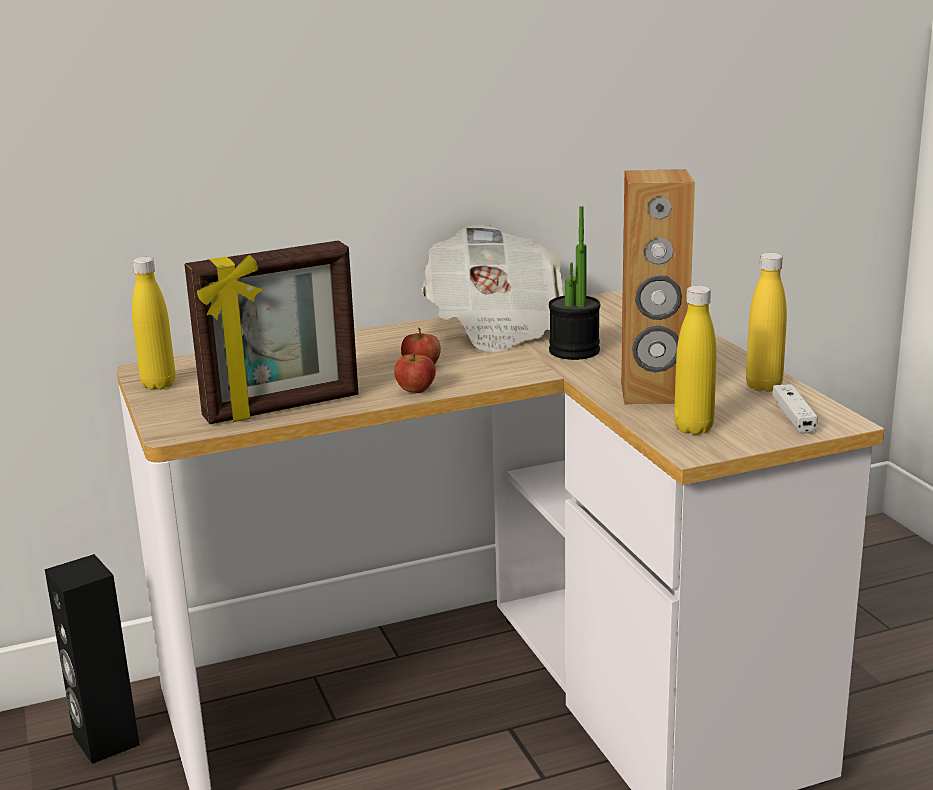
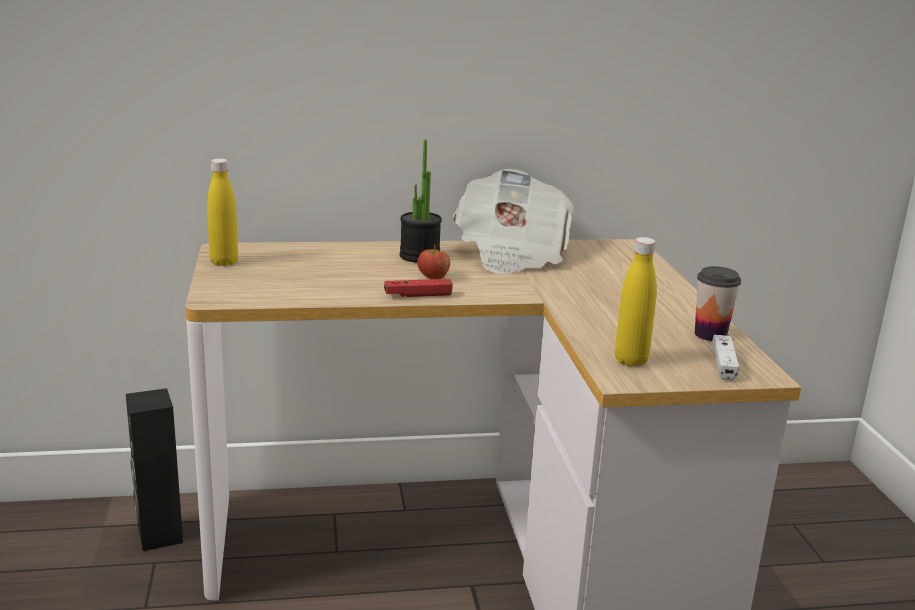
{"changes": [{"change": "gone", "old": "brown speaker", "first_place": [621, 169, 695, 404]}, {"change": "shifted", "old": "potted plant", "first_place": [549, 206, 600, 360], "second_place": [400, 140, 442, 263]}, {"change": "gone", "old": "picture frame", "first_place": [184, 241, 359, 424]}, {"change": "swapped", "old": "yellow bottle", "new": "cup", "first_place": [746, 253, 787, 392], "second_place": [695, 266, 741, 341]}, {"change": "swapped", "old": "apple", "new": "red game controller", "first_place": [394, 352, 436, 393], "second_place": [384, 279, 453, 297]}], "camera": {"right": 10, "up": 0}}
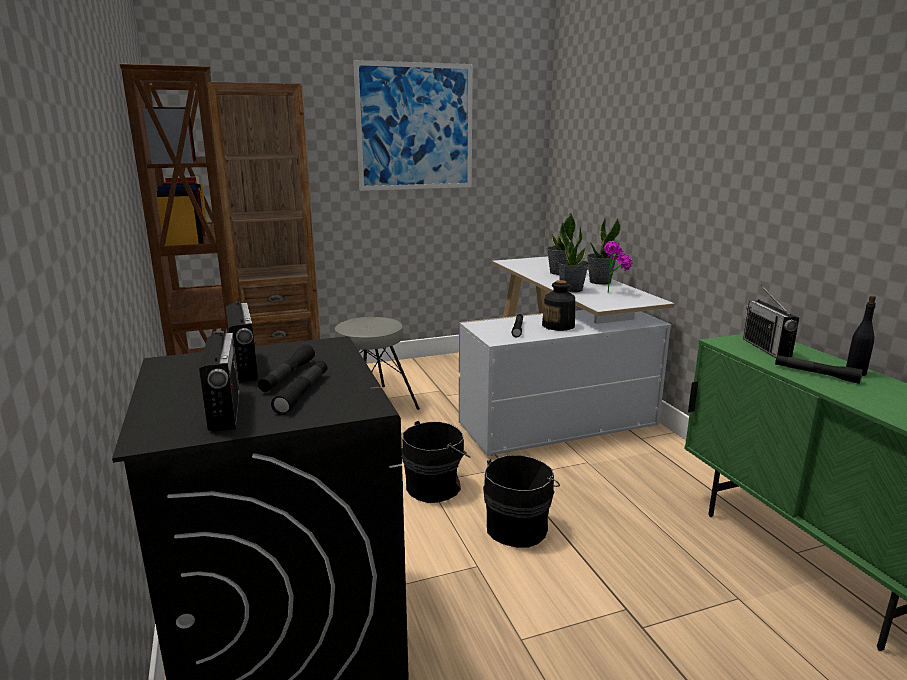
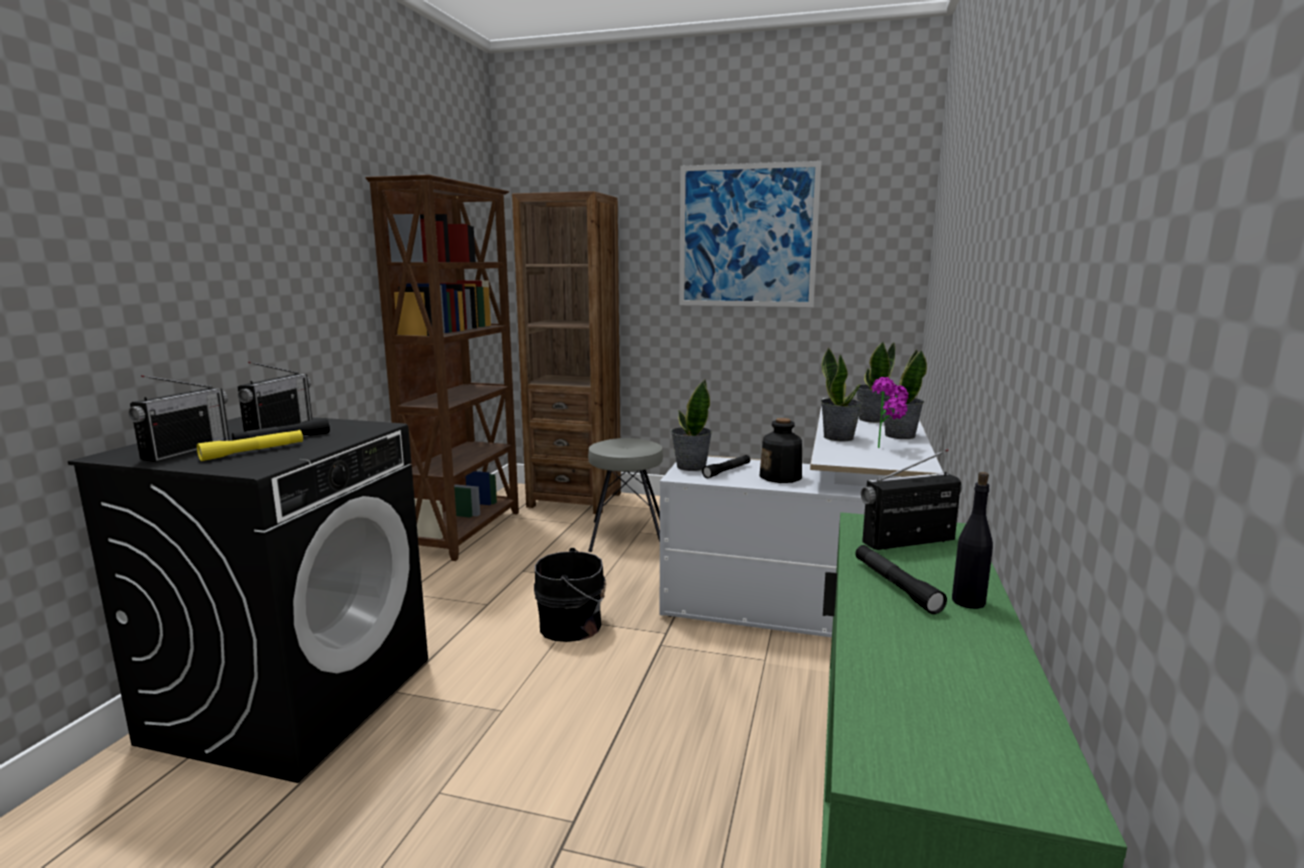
{"changes": [{"change": "rotated", "old": "radio", "first_place": [743, 285, 799, 358], "second_place": [861, 449, 962, 550], "degrees": 45}, {"change": "repainted", "old": "black flashlight", "new": "yellow flashlight", "first_place": [271, 361, 327, 415], "second_place": [197, 430, 303, 461]}, {"change": "gone", "old": "black bucket", "first_place": [483, 455, 560, 548]}, {"change": "new", "new": "potted plant", "second_place": [671, 379, 712, 471]}], "camera": {"right": 35, "up": -5}}
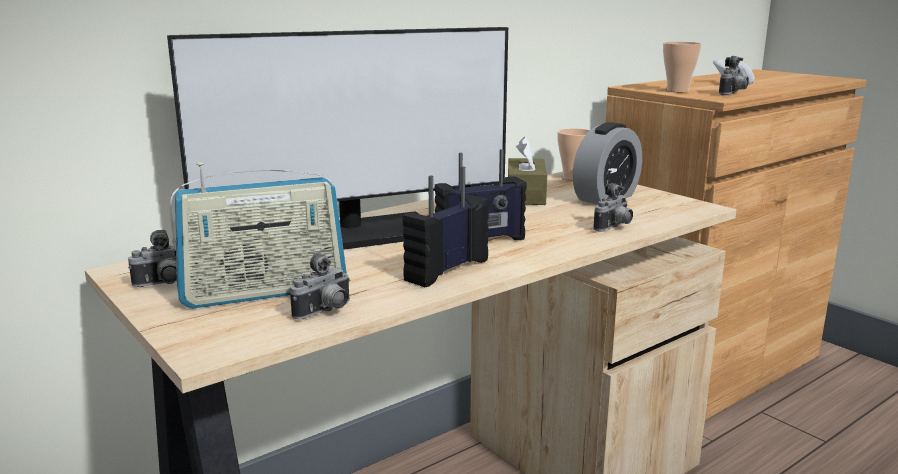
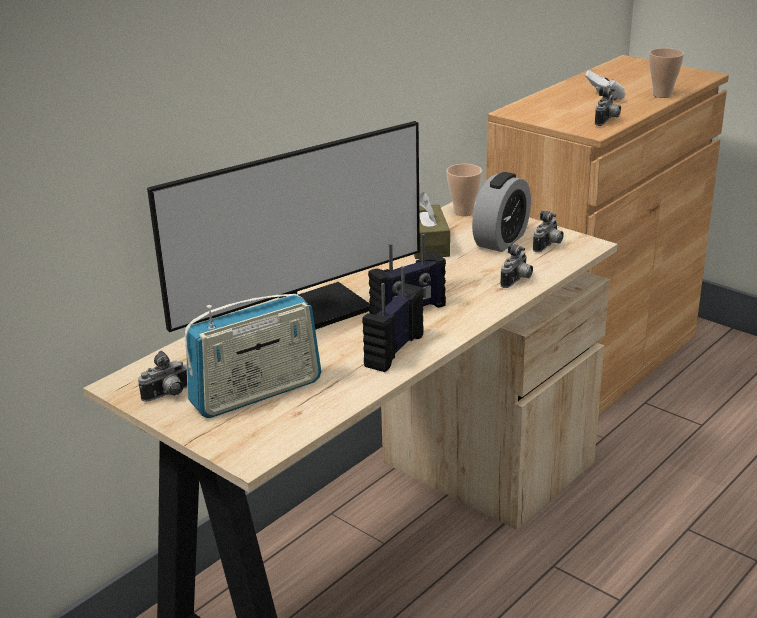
{"changes": [{"change": "shifted", "old": "cup", "first_place": [663, 42, 702, 92], "second_place": [649, 48, 684, 98]}, {"change": "shifted", "old": "photo camera", "first_place": [290, 253, 350, 319], "second_place": [533, 211, 564, 252]}], "camera": {"right": -10, "up": 10}}
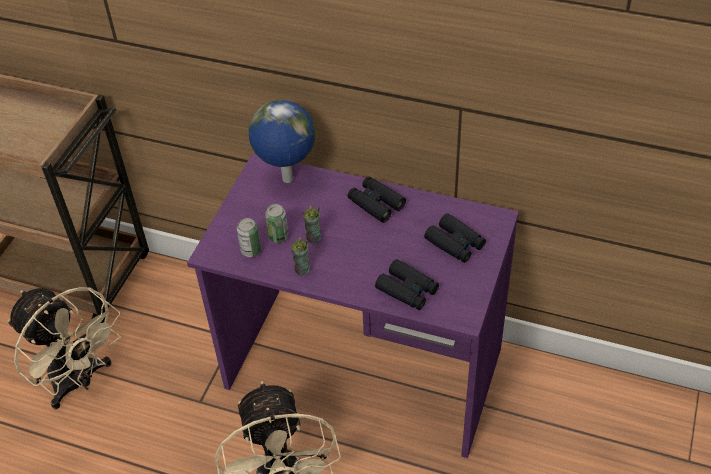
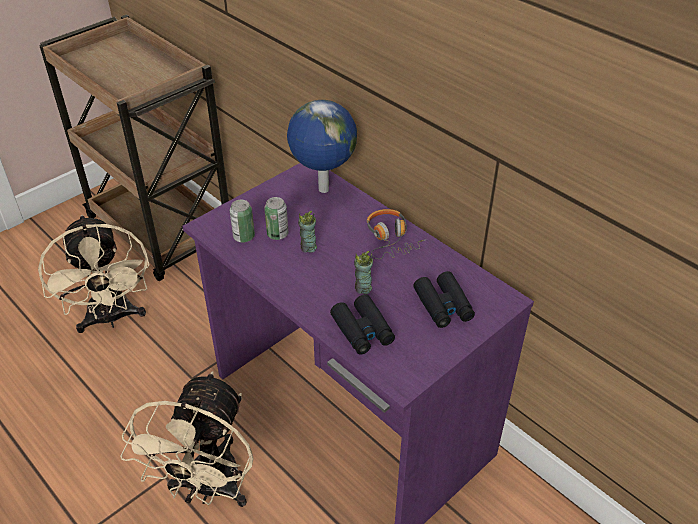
{"changes": [{"change": "swapped", "old": "black binoculars", "new": "headphones", "first_place": [348, 176, 406, 223], "second_place": [367, 209, 426, 259]}, {"change": "shifted", "old": "cup", "first_place": [291, 237, 310, 276], "second_place": [354, 251, 373, 294]}], "camera": {"right": 25, "up": -5}}
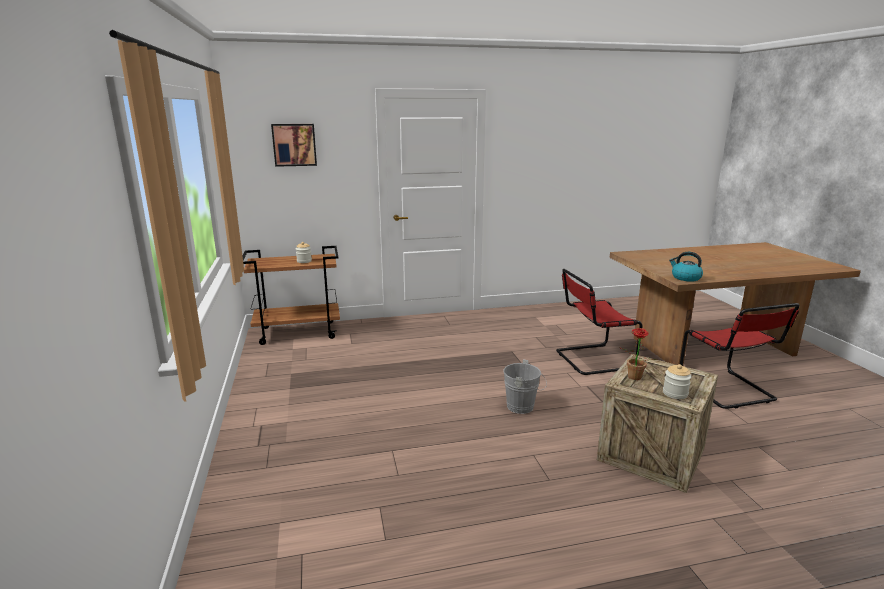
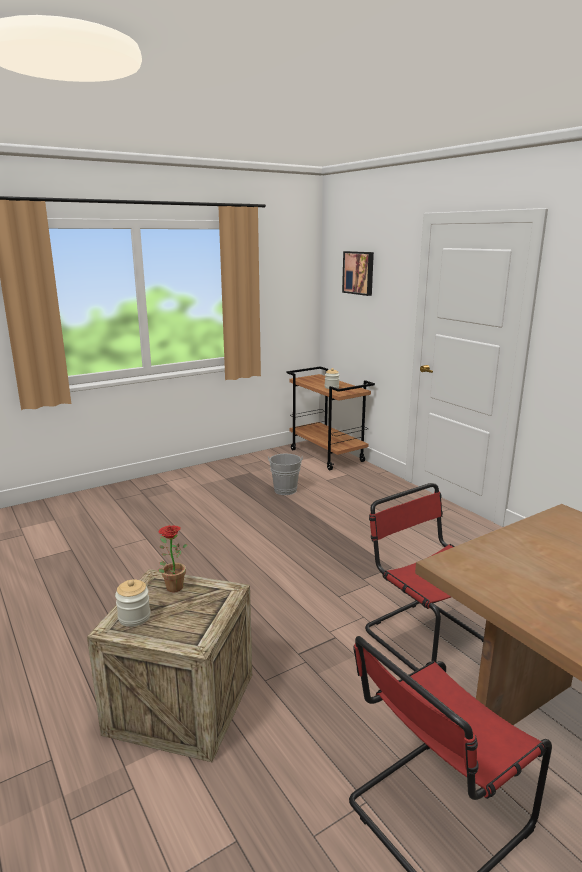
{"changes": [{"change": "gone", "old": "kettle", "first_place": [669, 252, 703, 282]}, {"change": "shifted", "old": "grey bucket", "first_place": [503, 359, 547, 414], "second_place": [268, 454, 303, 495]}], "camera": {"right": 70, "up": 0}}
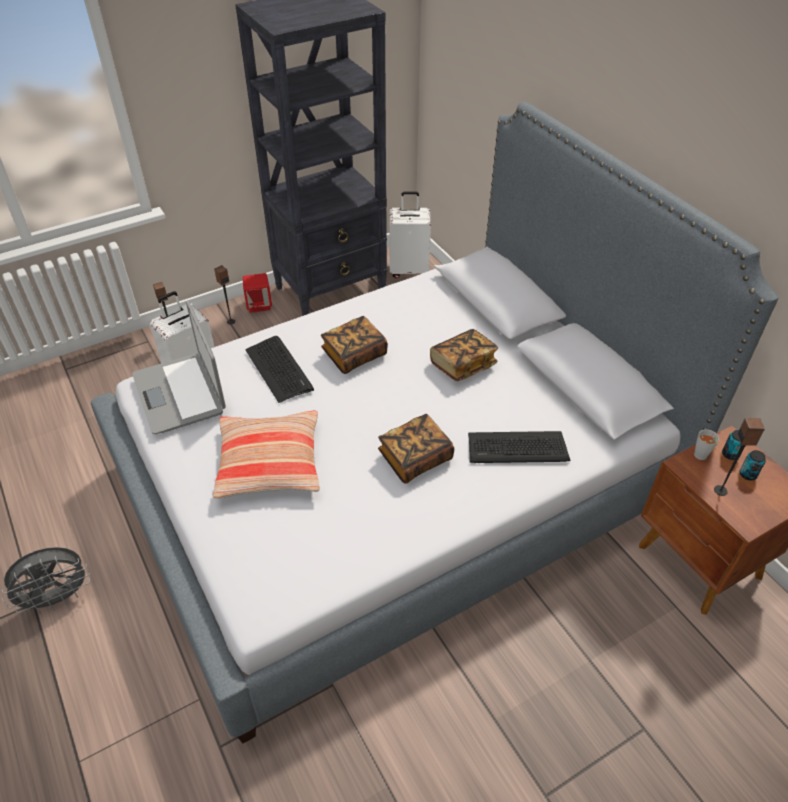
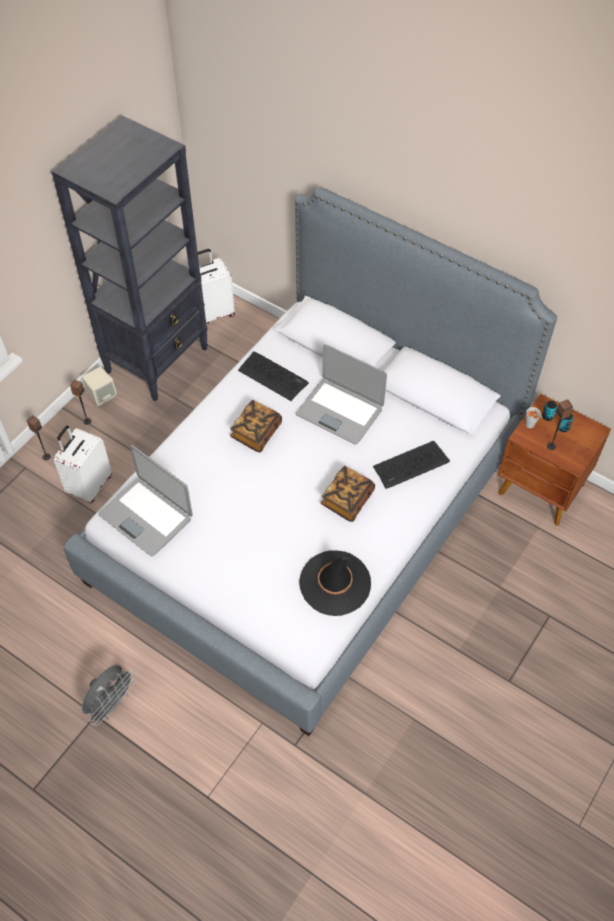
{"changes": [{"change": "repainted", "old": "red speaker", "new": "beige speaker", "first_place": [243, 273, 272, 313], "second_place": [82, 367, 117, 406]}, {"change": "swapped", "old": "book", "new": "laptop", "first_place": [430, 329, 498, 381], "second_place": [296, 344, 387, 445]}, {"change": "shifted", "old": "keyboard", "first_place": [245, 336, 314, 403], "second_place": [238, 351, 309, 401]}, {"change": "gone", "old": "pillow", "first_place": [213, 410, 320, 498]}, {"change": "new", "new": "black hat", "second_place": [299, 550, 371, 616]}], "camera": {"right": -25, "up": 10}}
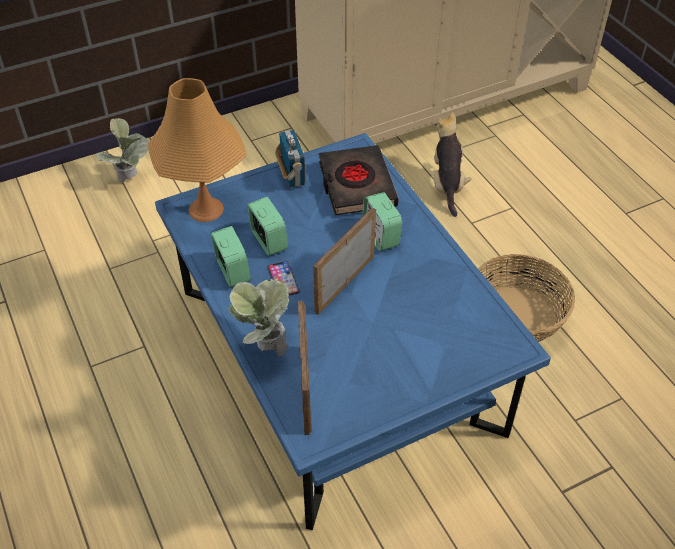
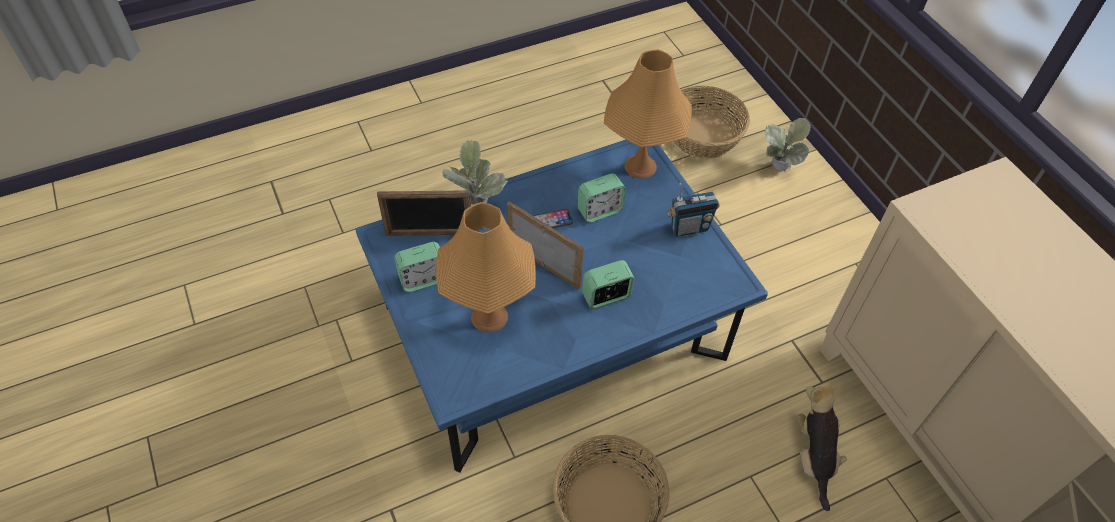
{"changes": [{"change": "rotated", "old": "plush toy", "first_place": [433, 112, 471, 217], "second_place": [797, 381, 847, 511], "degrees": -90}, {"change": "gone", "old": "black book", "first_place": [319, 145, 399, 215]}, {"change": "shifted", "old": "alarm clock", "first_place": [211, 226, 251, 287], "second_place": [394, 242, 440, 292]}, {"change": "new", "new": "basket", "second_place": [674, 85, 750, 159]}, {"change": "new", "new": "orange table lamp", "second_place": [436, 202, 536, 332]}], "camera": {"right": 90, "up": 5}}
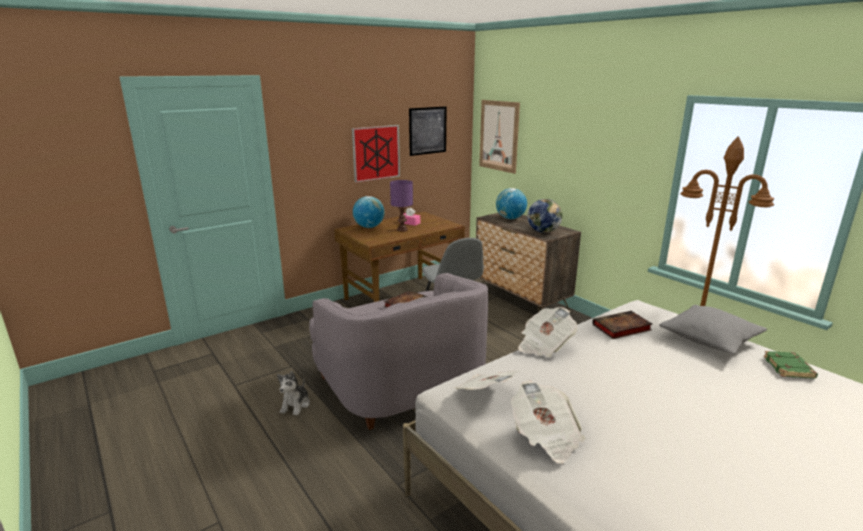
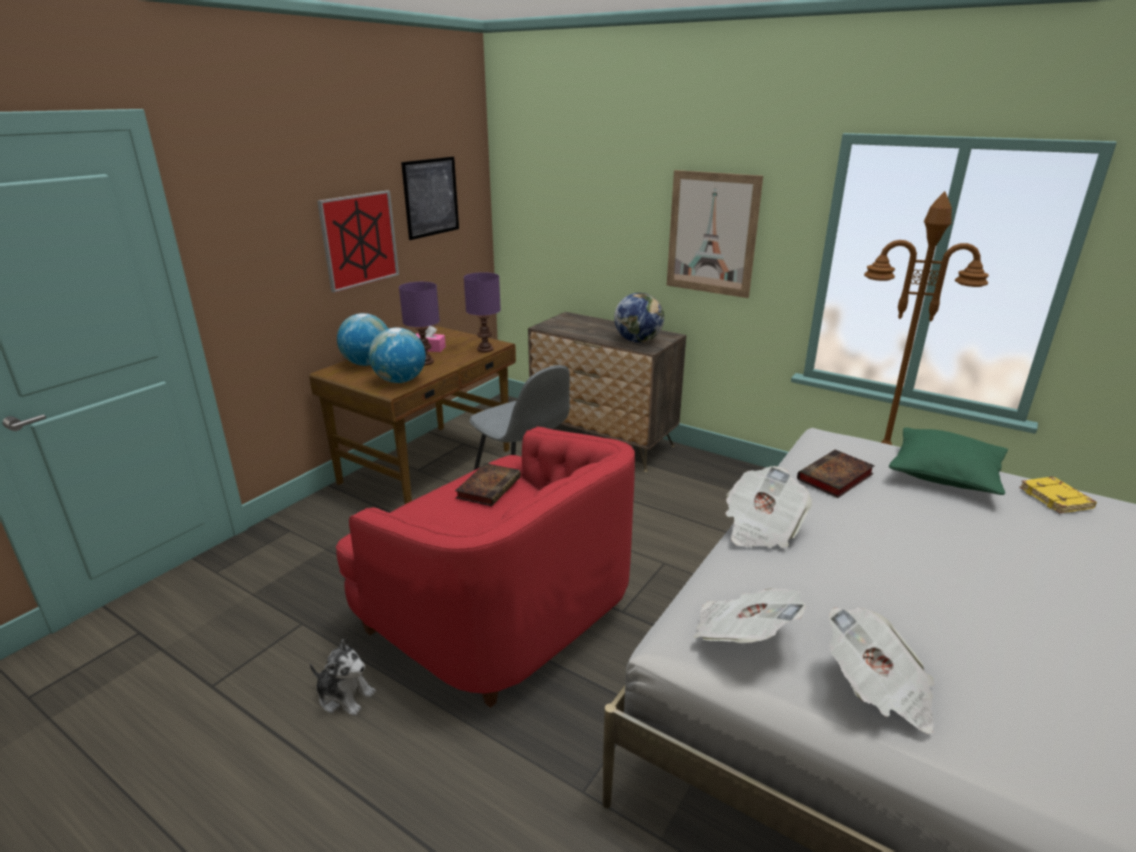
{"changes": [{"change": "shifted", "old": "picture", "first_place": [479, 100, 520, 174], "second_place": [667, 170, 763, 298]}, {"change": "shifted", "old": "globe", "first_place": [496, 188, 527, 219], "second_place": [369, 328, 426, 383]}, {"change": "repainted", "old": "grey armchair", "new": "red armchair", "first_place": [309, 273, 488, 430], "second_place": [336, 426, 635, 708]}, {"change": "repainted", "old": "grey pillow", "new": "green pillow", "first_place": [659, 305, 767, 354], "second_place": [889, 427, 1008, 495]}, {"change": "repainted", "old": "green book", "new": "yellow book", "first_place": [764, 351, 818, 379], "second_place": [1019, 477, 1097, 513]}, {"change": "rotated", "old": "plush toy", "first_place": [277, 371, 310, 416], "second_place": [310, 639, 376, 716], "degrees": -60}, {"change": "new", "new": "purple table lamp", "second_place": [464, 272, 501, 353]}], "camera": {"right": -20, "up": 5}}
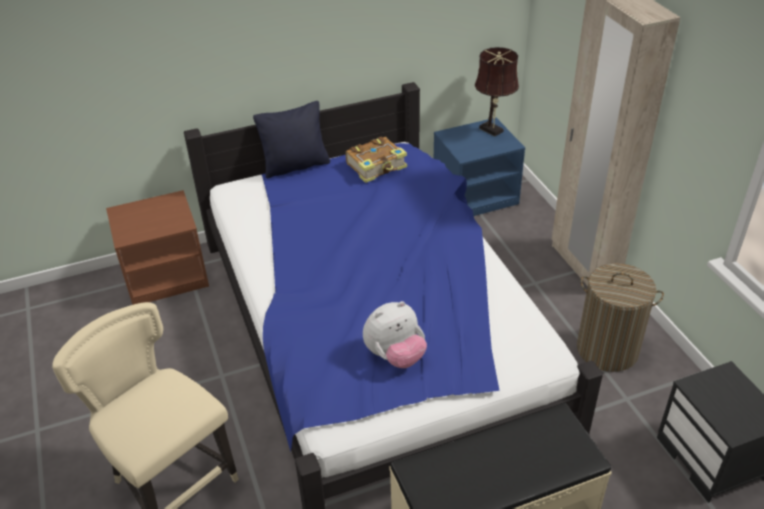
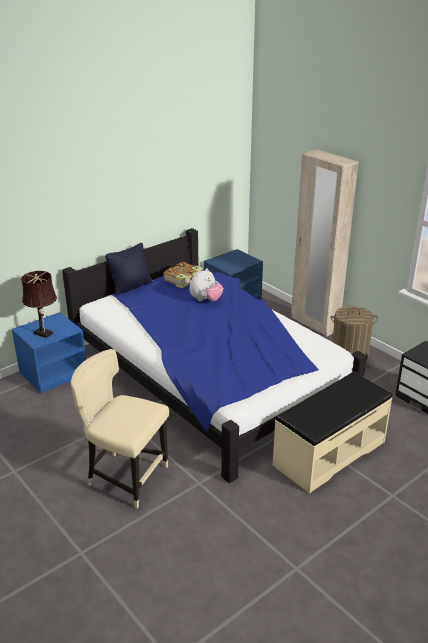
{"changes": [{"change": "shifted", "old": "brown table lamp", "first_place": [475, 47, 519, 136], "second_place": [21, 271, 57, 338]}, {"change": "repainted", "old": "brown nightstand", "new": "blue nightstand", "first_place": [106, 190, 209, 305], "second_place": [12, 312, 86, 393]}, {"change": "shifted", "old": "plush toy", "first_place": [363, 301, 427, 368], "second_place": [190, 268, 223, 302]}], "camera": {"right": -20, "up": -10}}
